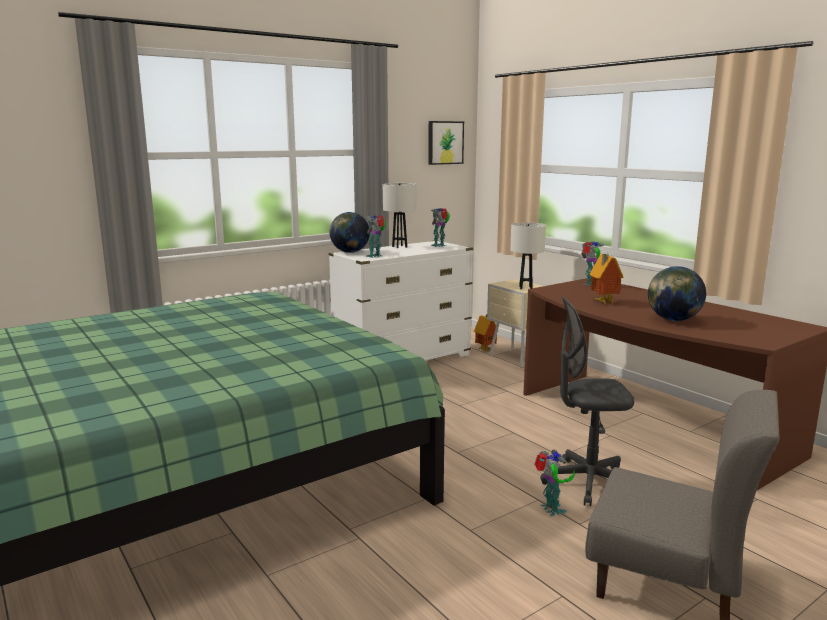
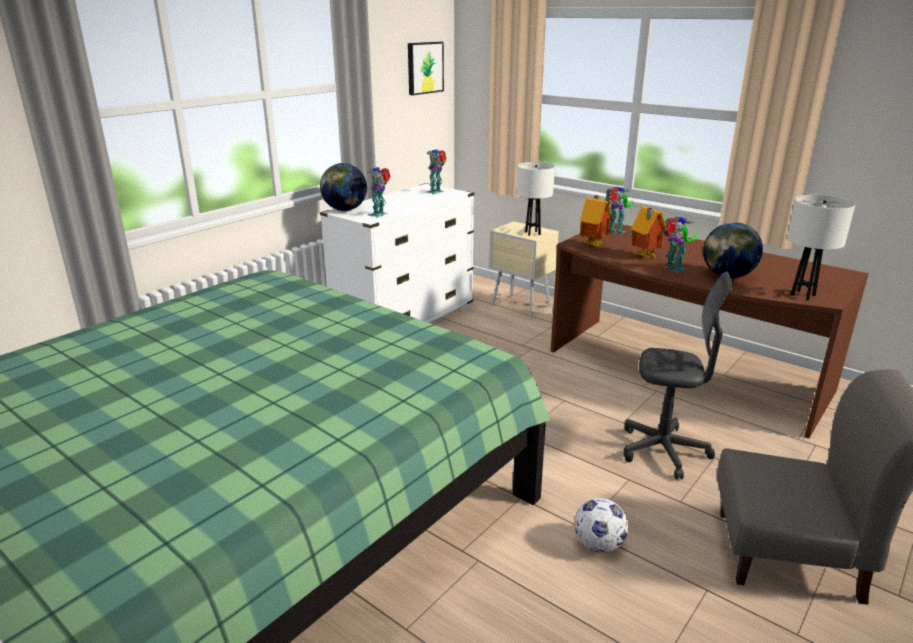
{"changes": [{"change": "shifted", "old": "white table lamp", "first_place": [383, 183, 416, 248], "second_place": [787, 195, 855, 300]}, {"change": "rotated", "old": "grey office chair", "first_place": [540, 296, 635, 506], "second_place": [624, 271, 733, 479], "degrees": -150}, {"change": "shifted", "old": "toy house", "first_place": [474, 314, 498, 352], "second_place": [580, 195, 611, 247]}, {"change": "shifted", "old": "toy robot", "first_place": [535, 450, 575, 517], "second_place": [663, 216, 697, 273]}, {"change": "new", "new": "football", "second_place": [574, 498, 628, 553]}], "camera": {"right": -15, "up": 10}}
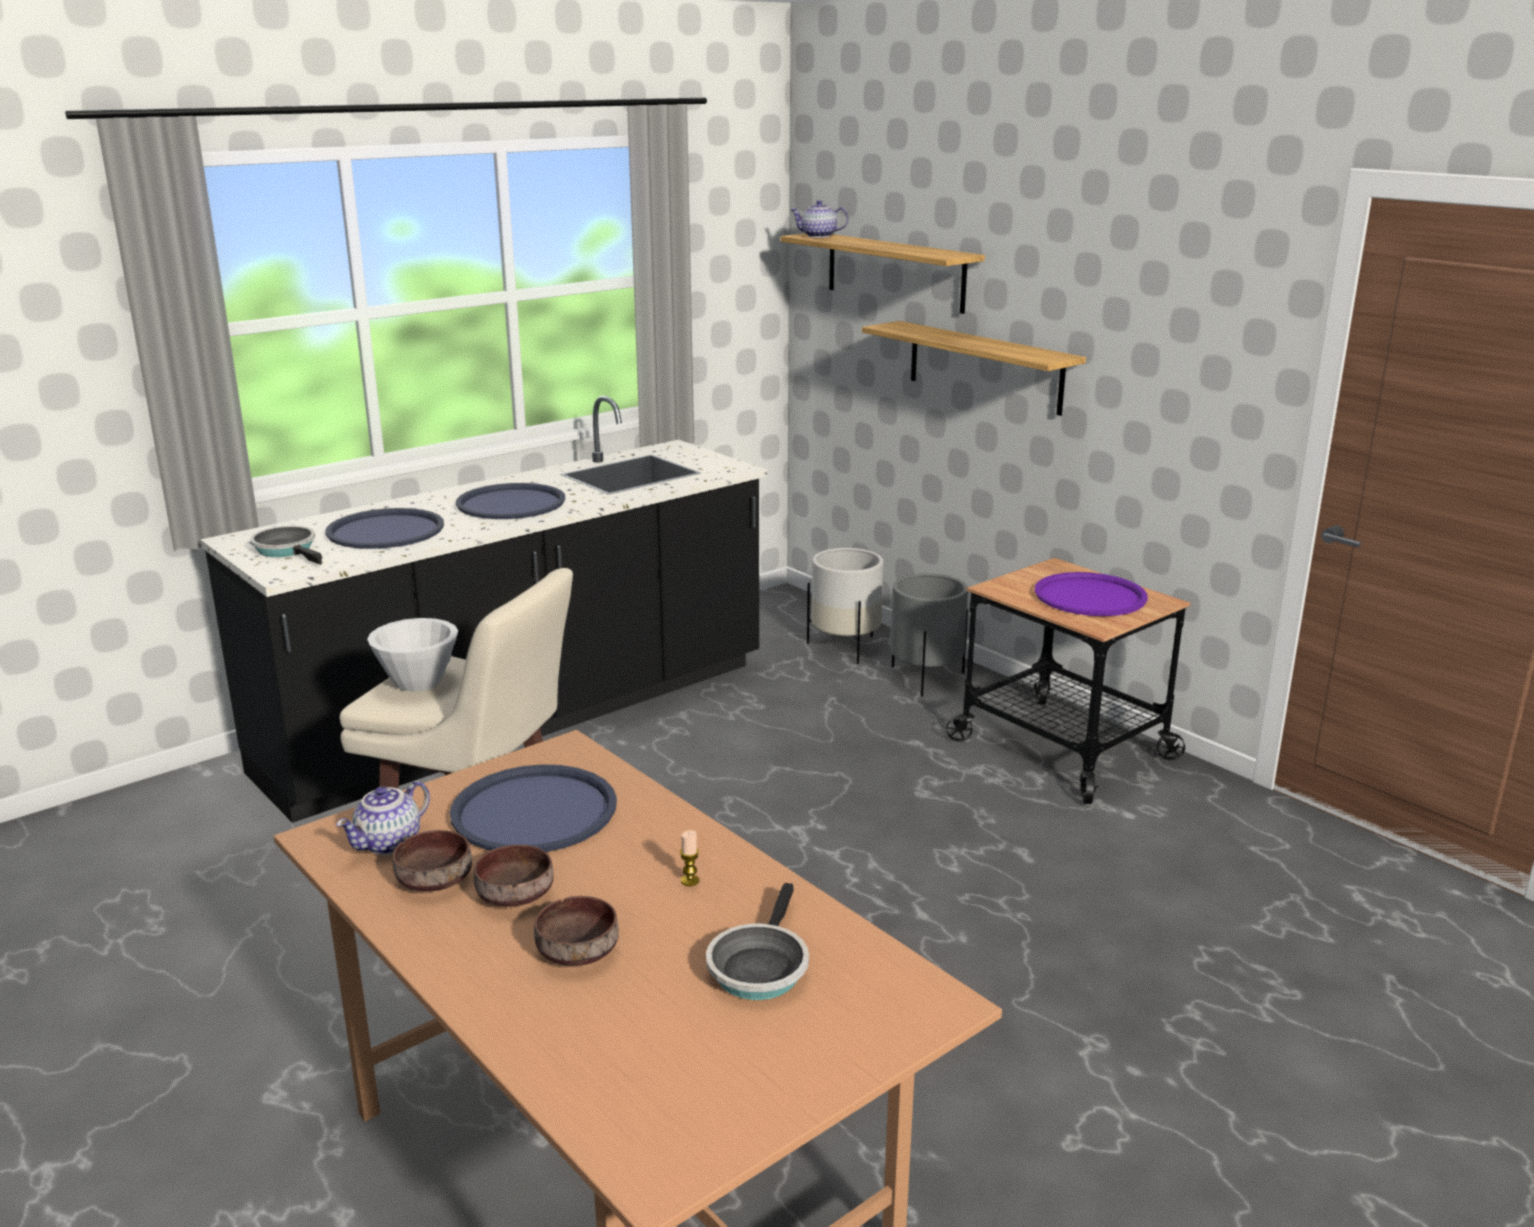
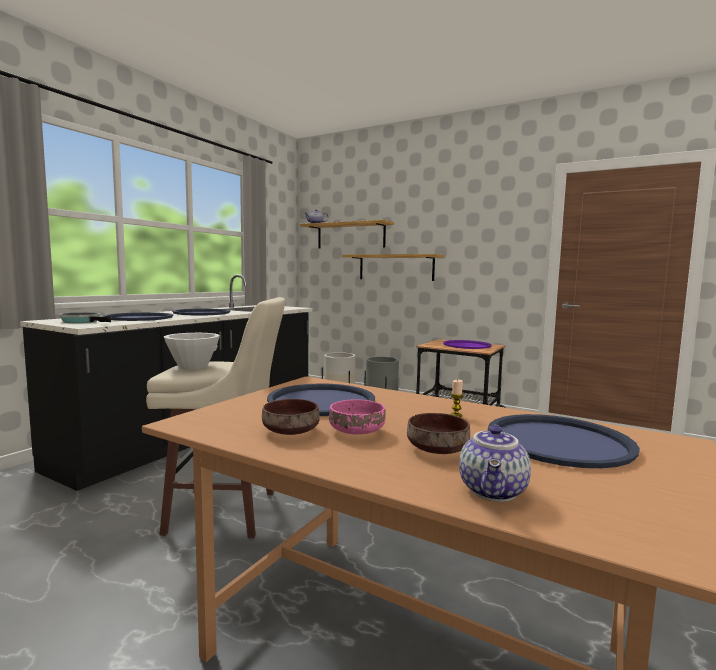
{"changes": [{"change": "shifted", "old": "teapot", "first_place": [336, 781, 430, 855], "second_place": [459, 424, 531, 502]}, {"change": "repainted", "old": "brown bowl", "new": "pink bowl", "first_place": [474, 845, 554, 907], "second_place": [329, 399, 386, 434]}, {"change": "swapped", "old": "frying pan", "new": "blue tray", "first_place": [706, 883, 809, 1000], "second_place": [488, 414, 640, 468]}], "camera": {"right": -20, "up": -15}}
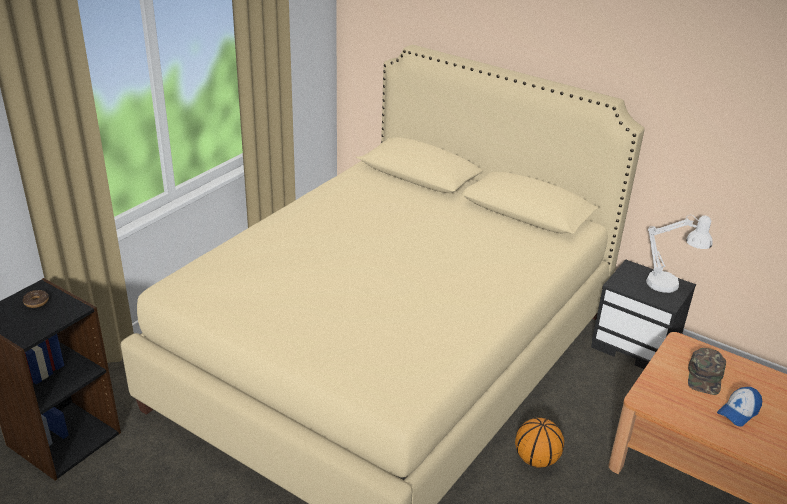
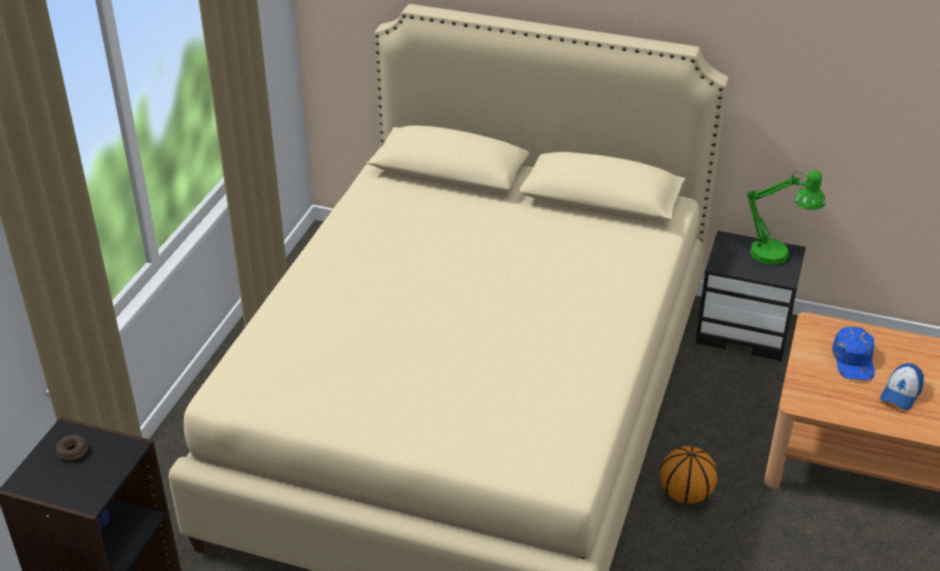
{"changes": [{"change": "repainted", "old": "white table lamp", "new": "green table lamp", "first_place": [646, 215, 713, 293], "second_place": [747, 170, 825, 265]}, {"change": "repainted", "old": "green cap", "new": "blue cap", "first_place": [688, 348, 726, 395], "second_place": [832, 327, 875, 380]}], "camera": {"right": -15, "up": 5}}
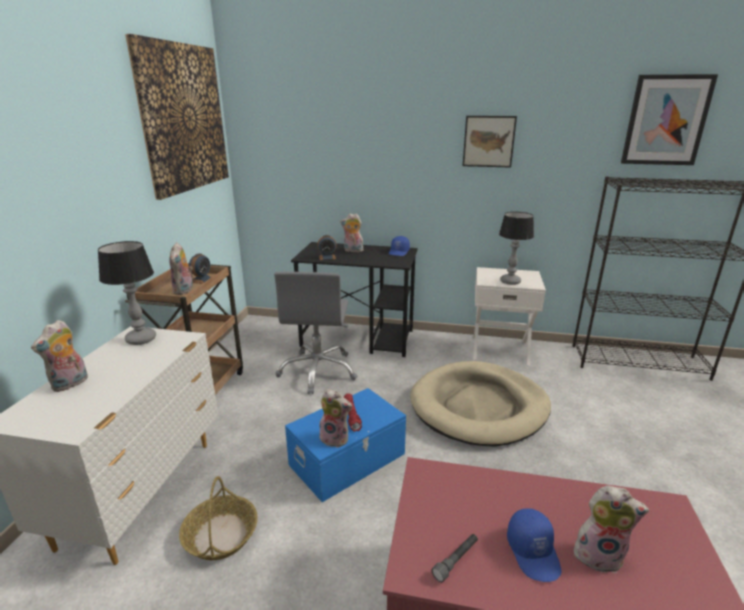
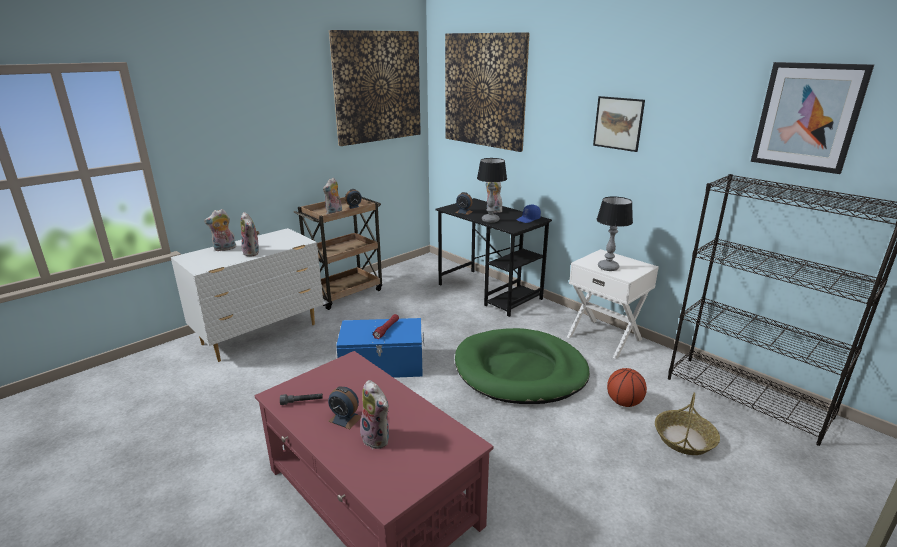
{"changes": [{"change": "shifted", "old": "table lamp", "first_place": [98, 241, 156, 345], "second_place": [477, 158, 507, 223]}, {"change": "gone", "old": "grey office chair", "first_place": [274, 272, 357, 394]}, {"change": "repainted", "old": "beige dog bed", "new": "green dog bed", "first_place": [410, 361, 551, 447], "second_place": [455, 328, 590, 404]}, {"change": "shifted", "old": "plush toy", "first_place": [319, 389, 352, 448], "second_place": [241, 212, 259, 257]}, {"change": "shifted", "old": "basket", "first_place": [179, 476, 258, 560], "second_place": [655, 392, 720, 455]}, {"change": "swapped", "old": "blue cap", "new": "alarm clock", "first_place": [507, 508, 561, 582], "second_place": [328, 386, 361, 429]}, {"change": "new", "new": "picture", "second_place": [445, 32, 530, 152]}, {"change": "new", "new": "basketball", "second_place": [607, 368, 647, 407]}], "camera": {"right": 35, "up": 0}}
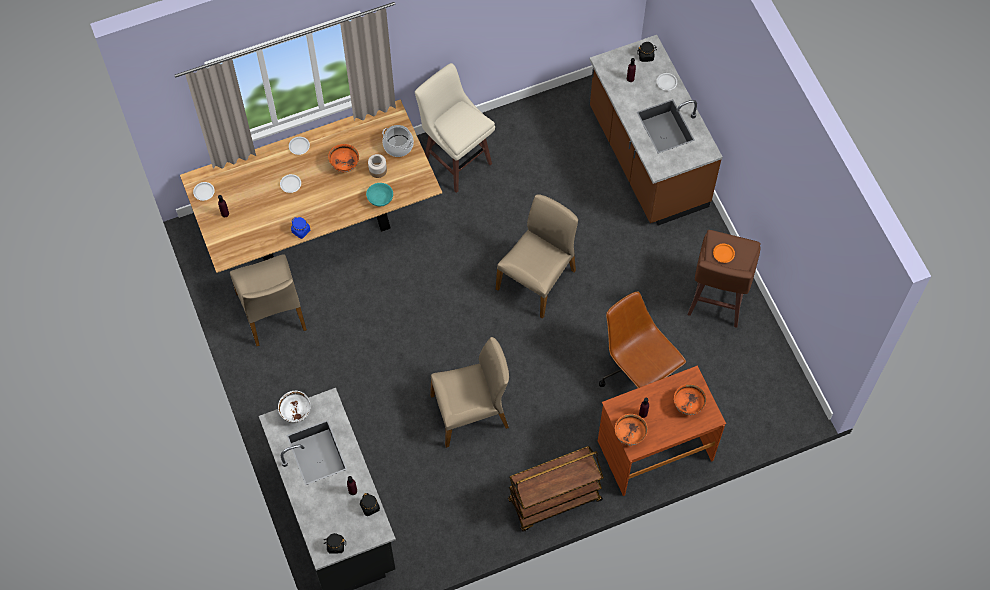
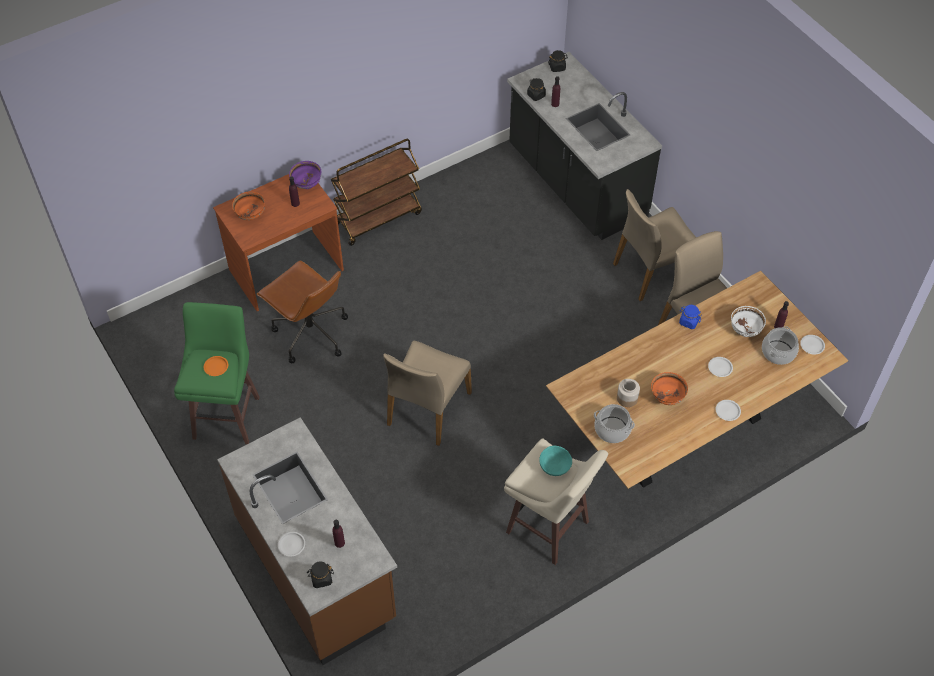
{"changes": [{"change": "shifted", "old": "turquoise bowl", "first_place": [366, 183, 393, 207], "second_place": [539, 446, 572, 476]}, {"change": "repainted", "old": "brown stool", "new": "green stool", "first_place": [688, 230, 761, 328], "second_place": [174, 302, 260, 444]}, {"change": "shifted", "old": "beige chair", "first_place": [430, 337, 509, 448], "second_place": [613, 189, 696, 301]}, {"change": "shifted", "old": "white bowl", "first_place": [278, 391, 311, 423], "second_place": [731, 306, 766, 337]}, {"change": "repainted", "old": "orange bowl", "new": "purple bowl", "first_place": [615, 414, 648, 445], "second_place": [289, 161, 321, 189]}, {"change": "new", "new": "cooking pot", "second_place": [762, 326, 799, 365]}], "camera": {"right": 170, "up": -10}}
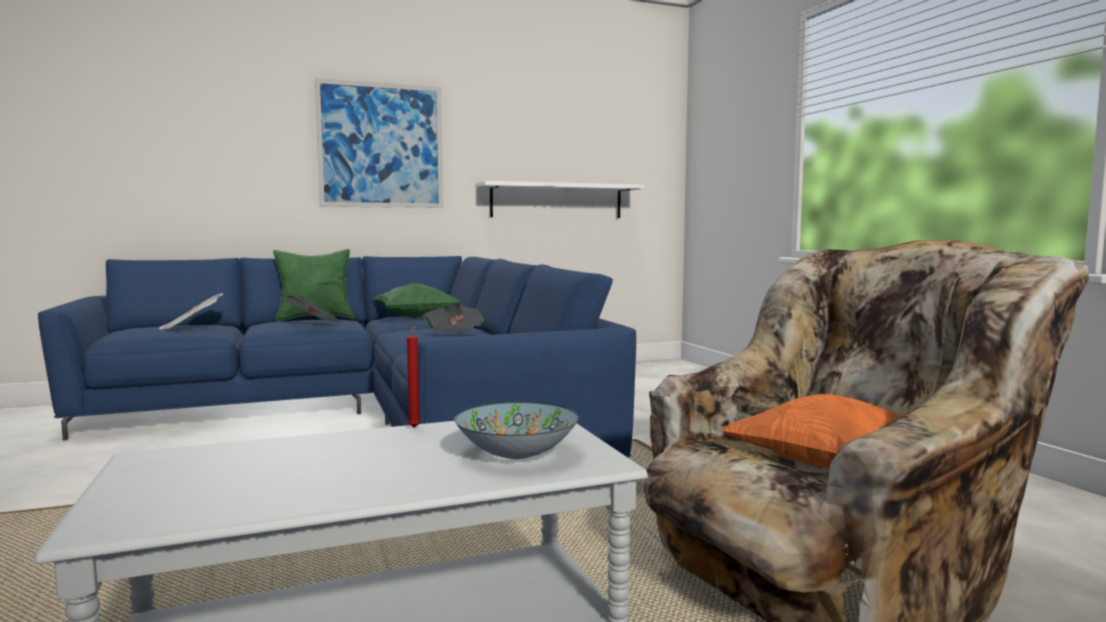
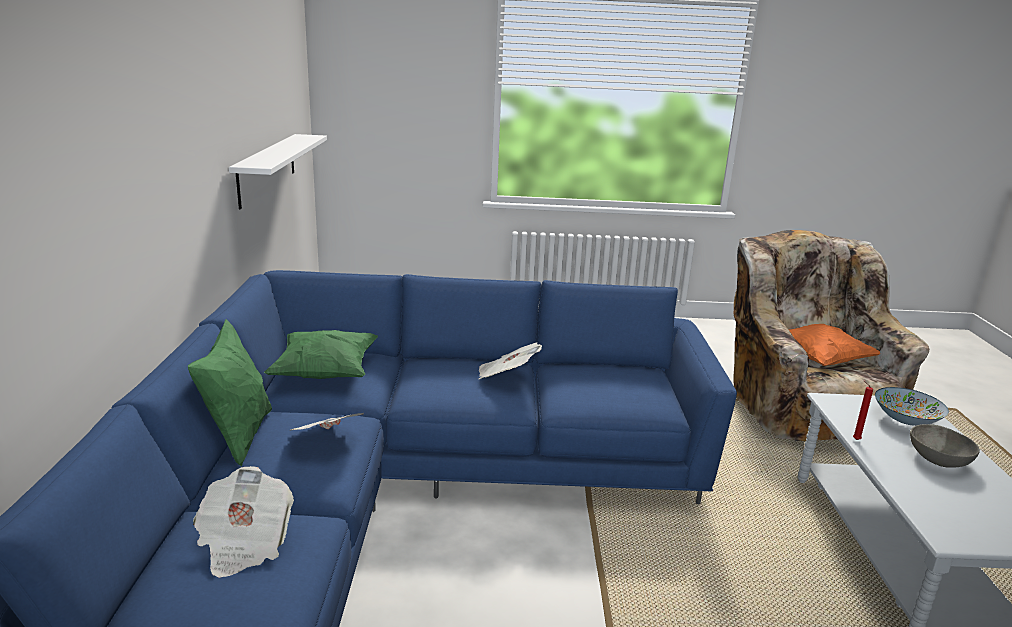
{"changes": [{"change": "gone", "old": "picture", "first_place": [315, 78, 443, 208]}, {"change": "new", "new": "grey bowl", "second_place": [910, 424, 980, 468]}], "camera": {"right": -70, "up": 15}}
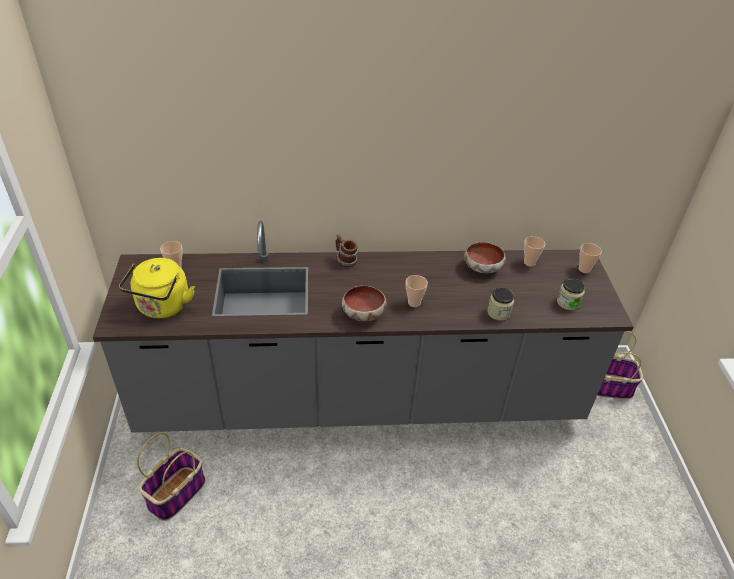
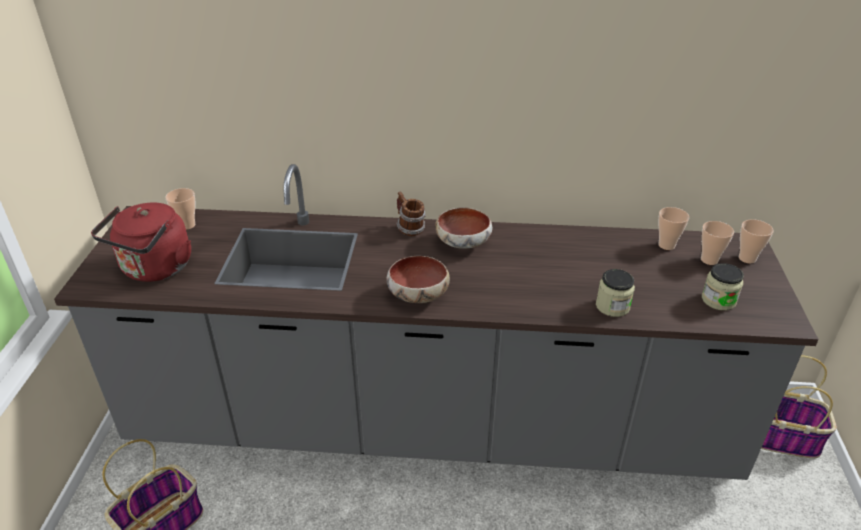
{"changes": [{"change": "shifted", "old": "bowl", "first_place": [464, 242, 506, 273], "second_place": [435, 207, 492, 249]}, {"change": "repainted", "old": "yellow kettle", "new": "red kettle", "first_place": [119, 258, 195, 318], "second_place": [91, 203, 191, 282]}, {"change": "shifted", "old": "cup", "first_place": [405, 275, 428, 307], "second_place": [701, 221, 734, 265]}], "camera": {"right": 10, "up": -5}}
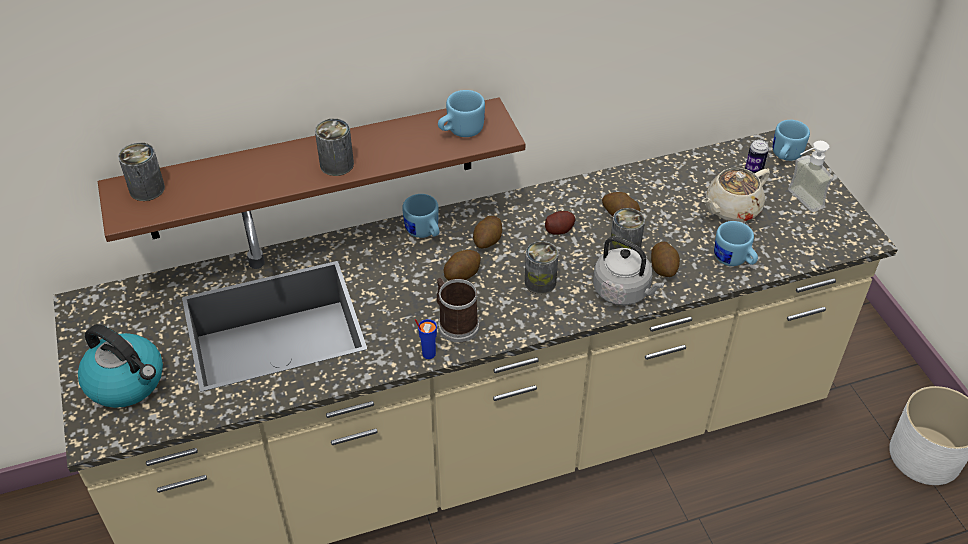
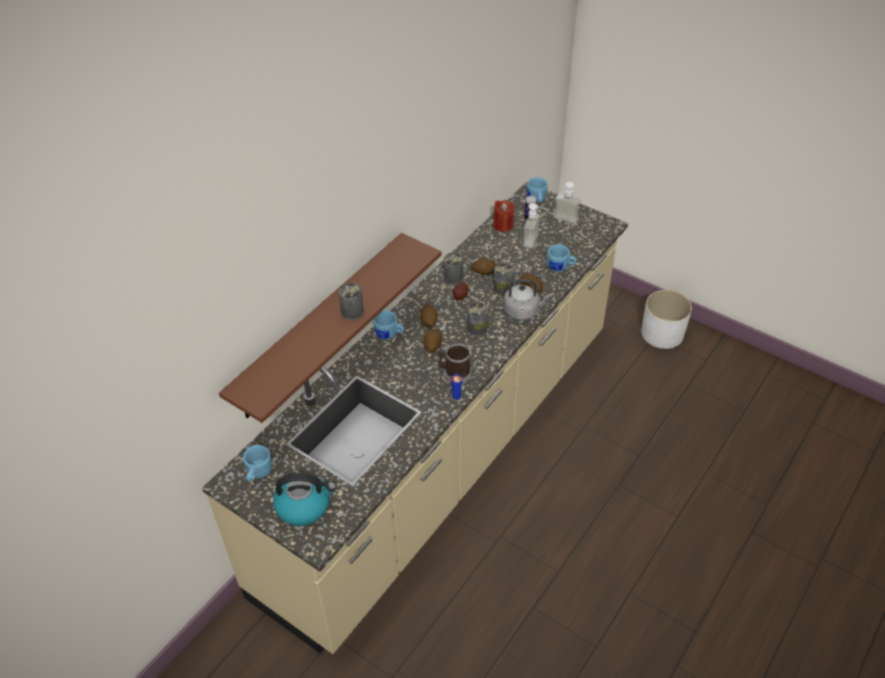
{"changes": [{"change": "shifted", "old": "blue mug", "first_place": [438, 90, 485, 137], "second_place": [243, 445, 272, 481]}, {"change": "shifted", "old": "can", "first_place": [118, 142, 165, 201], "second_place": [443, 253, 463, 285]}, {"change": "swapped", "old": "beige teapot", "new": "soap dispenser", "first_place": [702, 168, 770, 222], "second_place": [523, 203, 549, 248]}, {"change": "new", "new": "red candle", "second_place": [493, 200, 514, 232]}], "camera": {"right": -35, "up": 0}}
